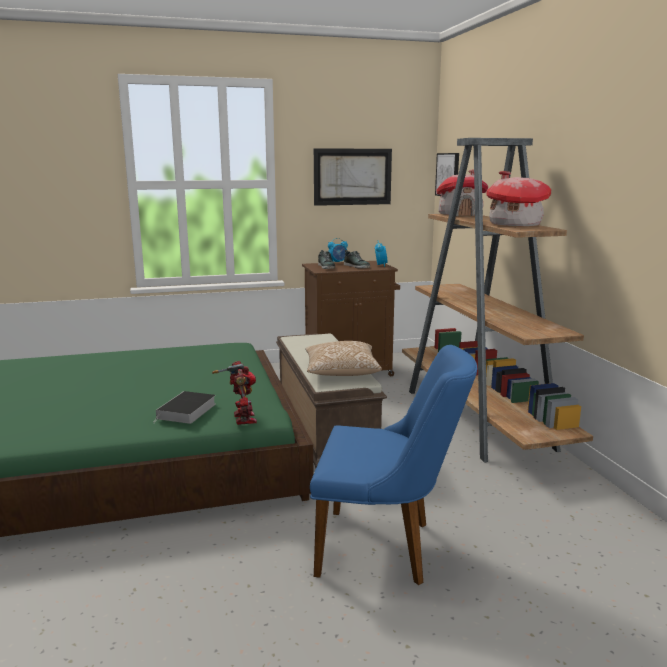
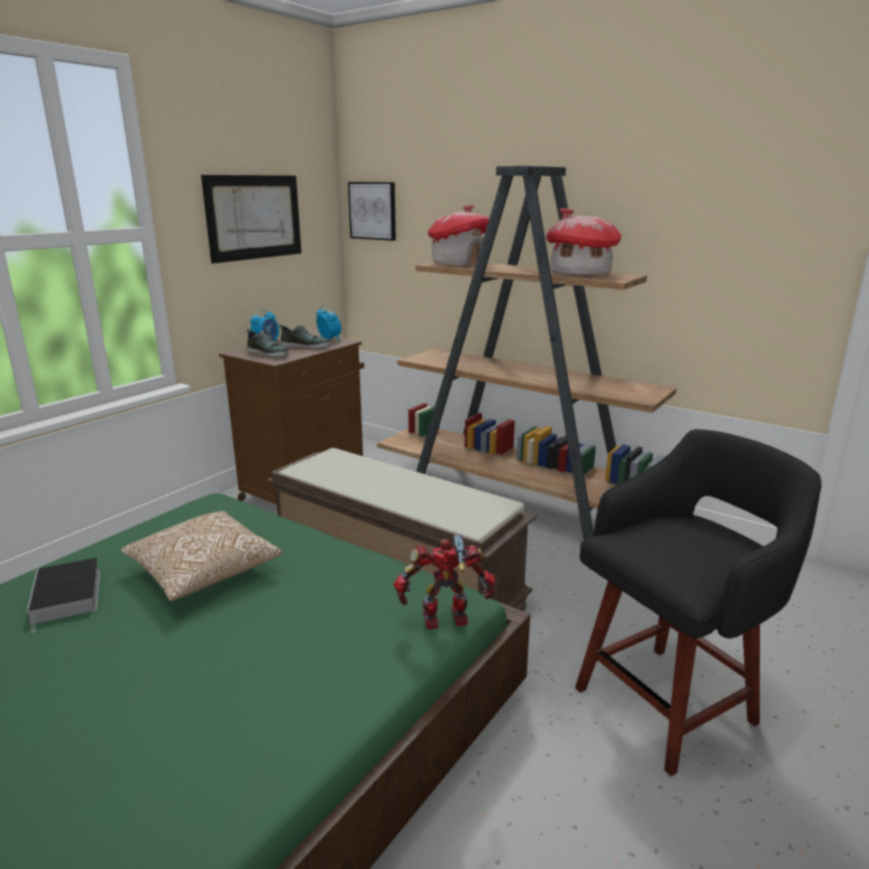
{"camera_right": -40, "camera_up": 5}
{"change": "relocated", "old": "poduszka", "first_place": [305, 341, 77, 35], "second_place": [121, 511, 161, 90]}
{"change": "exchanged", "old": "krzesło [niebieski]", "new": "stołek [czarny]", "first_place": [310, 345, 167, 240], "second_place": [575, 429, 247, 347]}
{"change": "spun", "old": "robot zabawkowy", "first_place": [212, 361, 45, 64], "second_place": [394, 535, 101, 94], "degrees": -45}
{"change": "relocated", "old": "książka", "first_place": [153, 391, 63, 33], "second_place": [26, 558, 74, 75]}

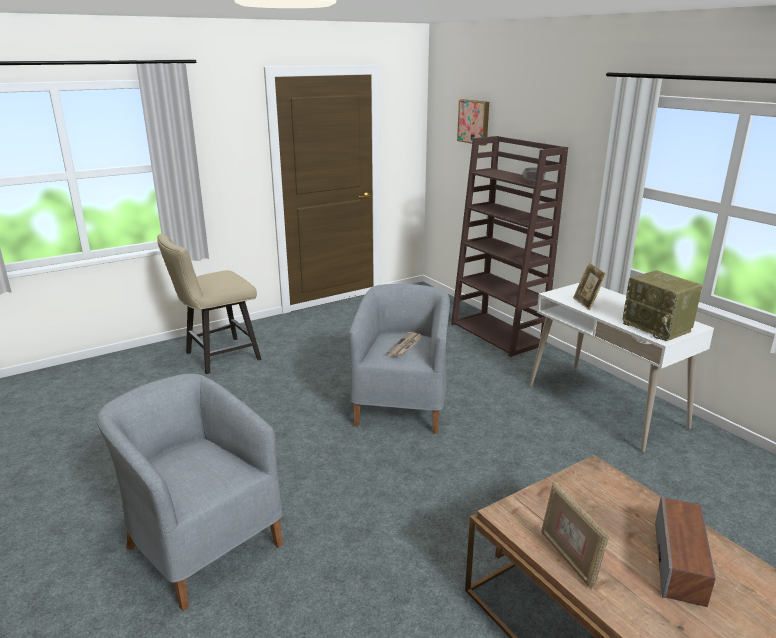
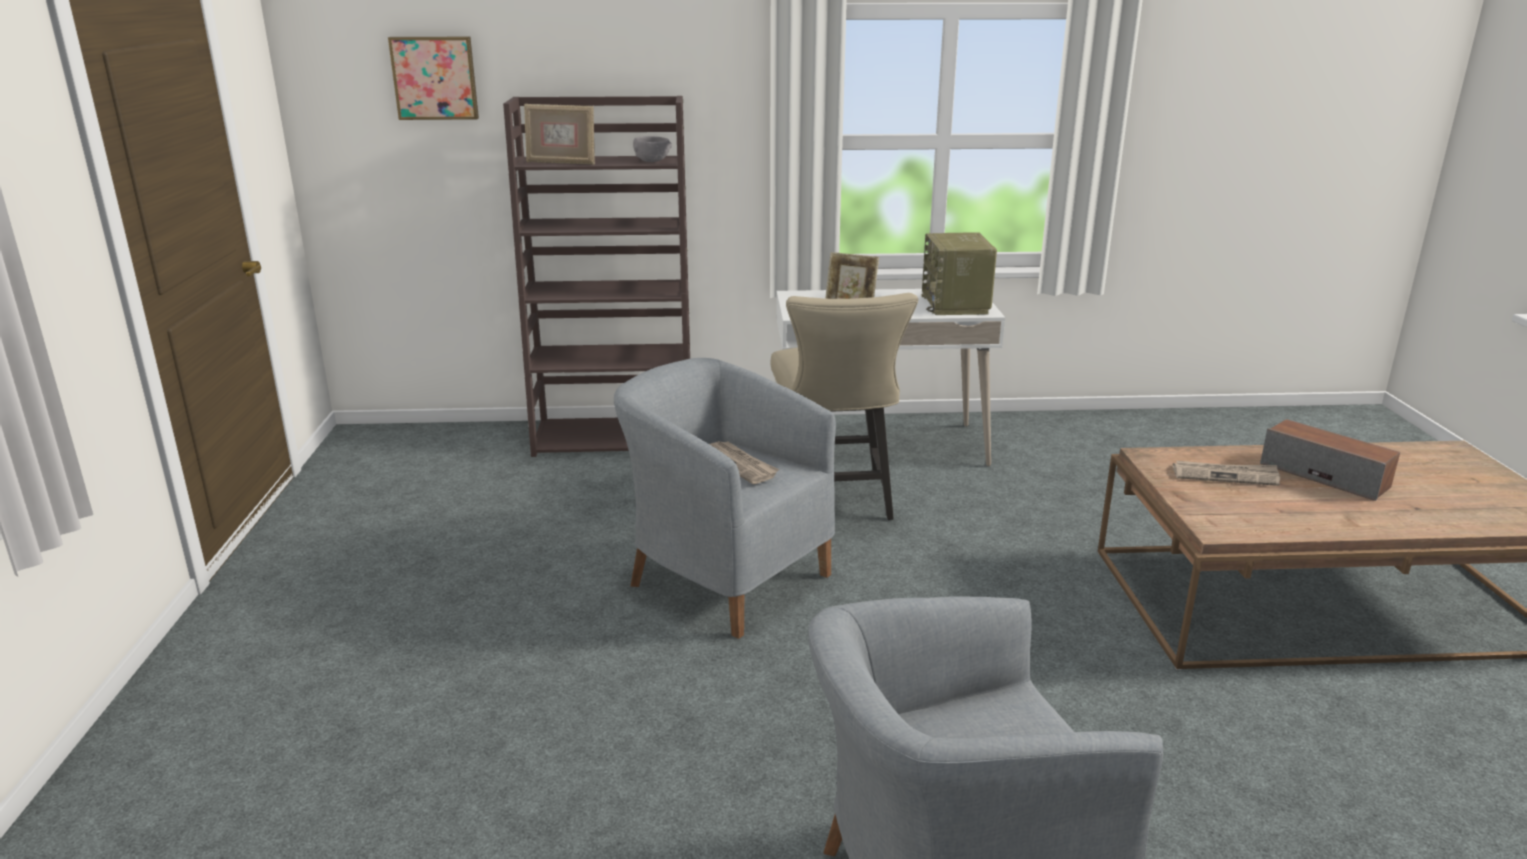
{"camera_right": -60, "camera_up": 0}
{"change": "relocated", "old": "krzesło [beżowy]", "first_place": [157, 234, 104, 140], "second_place": [771, 293, 147, 227]}
{"change": "spun", "old": "radio", "first_place": [623, 270, 79, 71], "second_place": [922, 232, 75, 83], "degrees": 90}
{"change": "relocated", "old": "ramka na zdjęcie", "first_place": [541, 482, 68, 108], "second_place": [524, 104, 71, 61]}
{"change": "appeared", "new": "gazeta", "second_place": [1173, 461, 107, 25]}

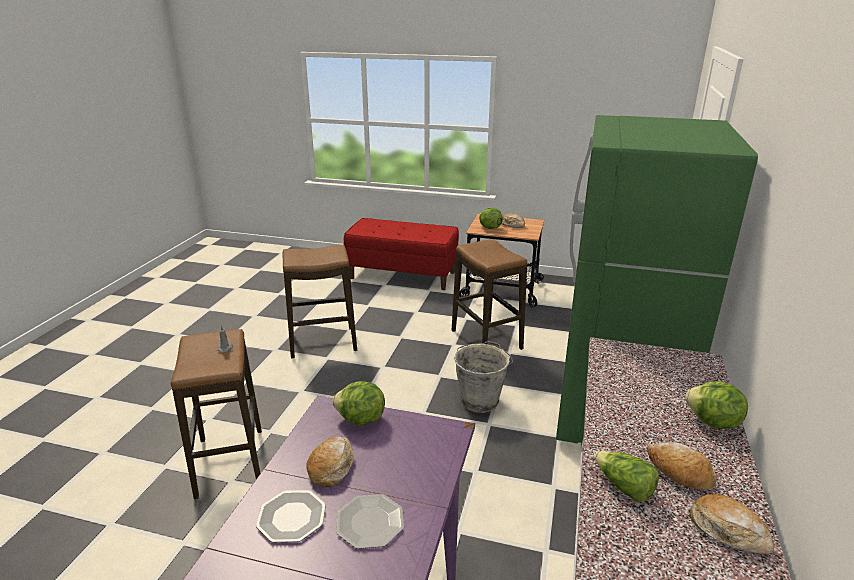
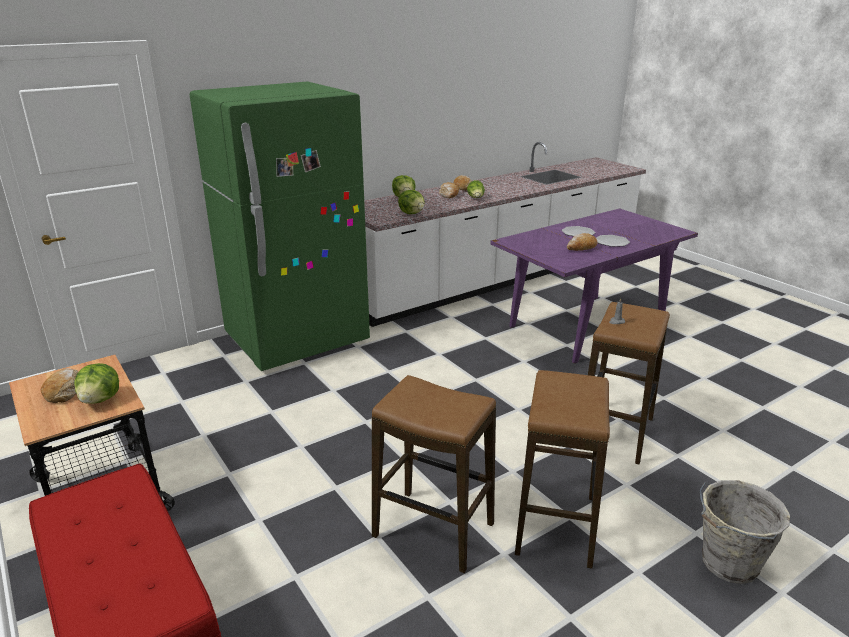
{"camera_right": -140, "camera_up": 0}
{"change": "relocated", "old": "stołek", "first_place": [452, 239, 75, 111], "second_place": [515, 370, 95, 199]}
{"change": "relocated", "old": "wiadro [szary]", "first_place": [454, 341, 59, 72], "second_place": [700, 480, 90, 104]}
{"change": "relocated", "old": "sałata", "first_place": [332, 381, 53, 45], "second_place": [398, 190, 27, 24]}

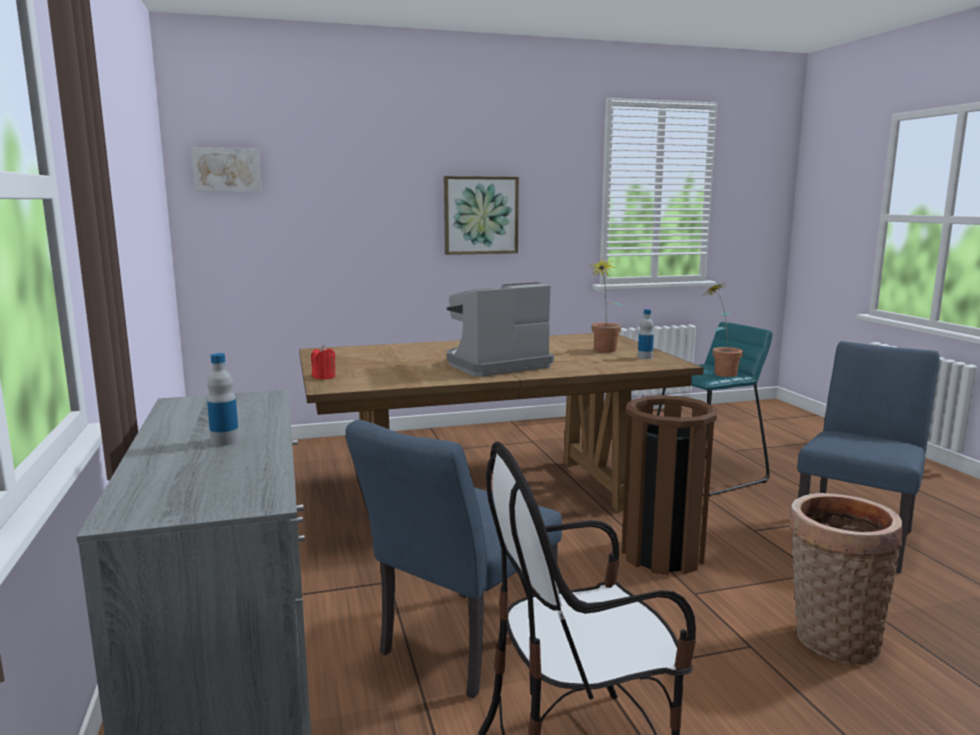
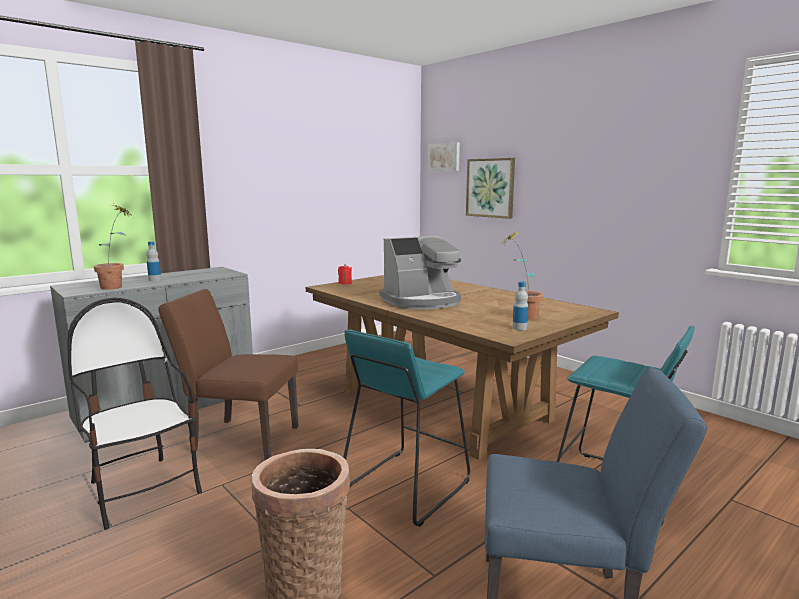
{"camera_right": 65, "camera_up": 0}
{"change": "relocated", "old": "obraz", "first_place": [444, 176, 75, 79], "second_place": [466, 158, 49, 61]}
{"change": "spun", "old": "ekspres do kawy", "first_place": [447, 282, 107, 95], "second_place": [379, 236, 82, 73], "degrees": 120}
{"change": "relocated", "old": "roślina doniczkowa", "first_place": [706, 283, 37, 94], "second_place": [94, 204, 39, 86]}
{"change": "exchanged", "old": "kosz na śmieci [brązowy]", "new": "stołek [turkusowy]", "first_place": [622, 395, 95, 180], "second_place": [343, 330, 127, 197]}
{"change": "colour", "old": "krzesło [niebieski]", "new": "krzesło [brązowy]", "first_place": [345, 420, 217, 279], "second_place": [158, 289, 140, 171]}

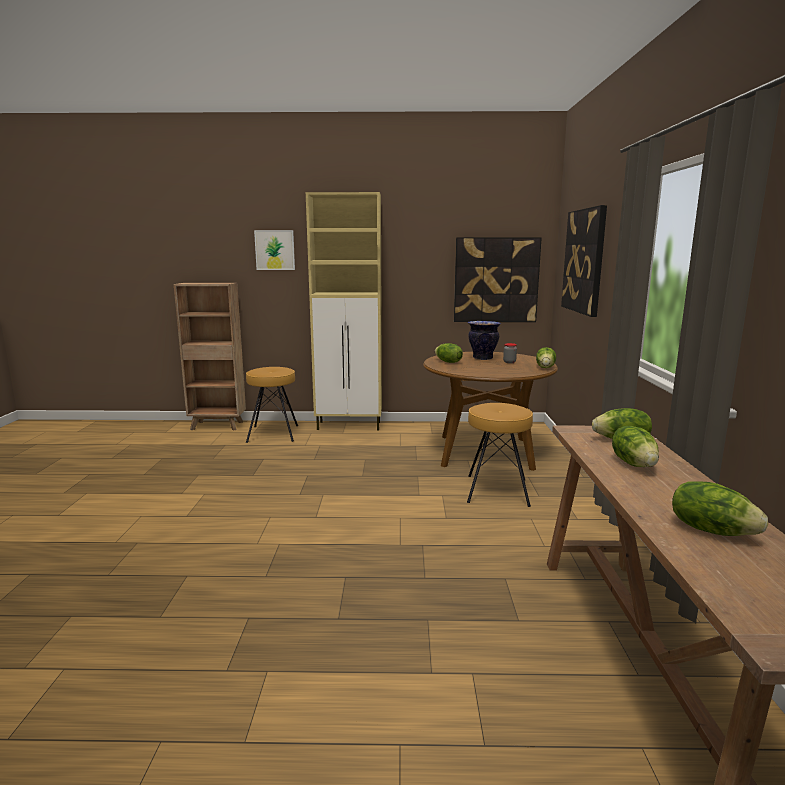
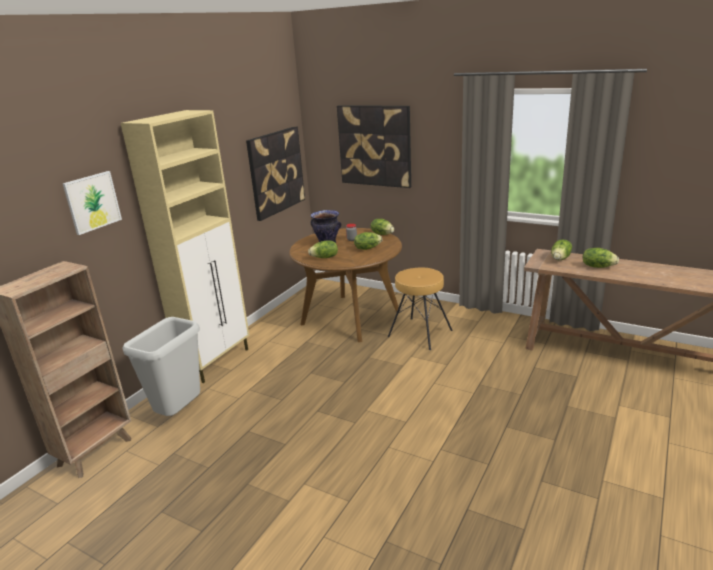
{"camera_right": -60, "camera_up": 10}
{"change": "exchanged", "old": "stołek [brązowy]", "new": "kosz na śmieci [szary]", "first_place": [246, 367, 52, 76], "second_place": [122, 317, 78, 99]}
{"change": "relocated", "old": "sałata", "first_place": [672, 481, 96, 55], "second_place": [354, 232, 28, 18]}

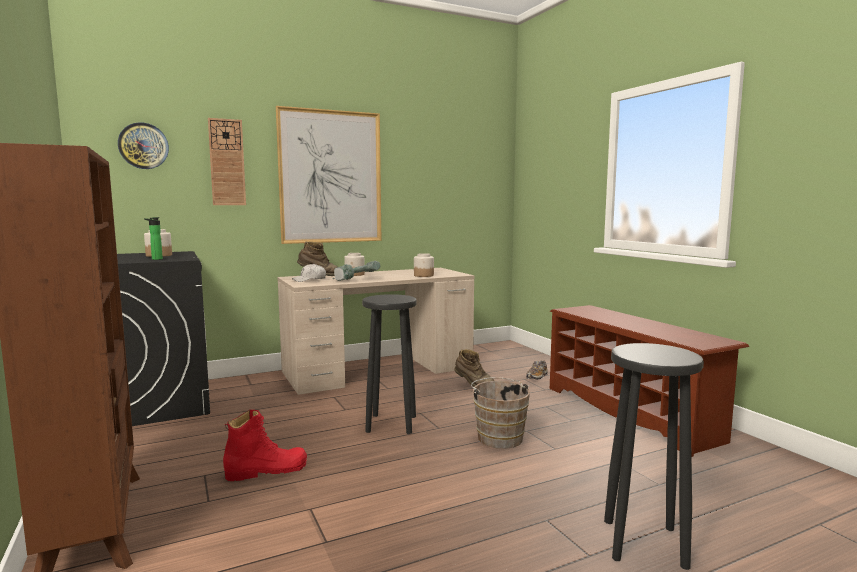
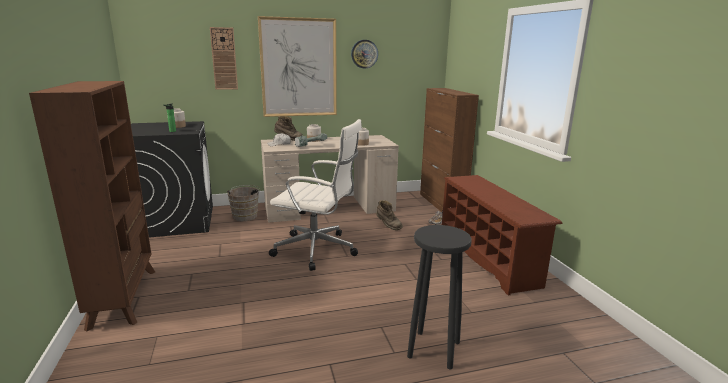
{"camera_right": 10, "camera_up": 10}
{"change": "relocated", "old": "zegar ścienny", "first_place": [118, 122, 51, 47], "second_place": [351, 40, 27, 28]}
{"change": "exchanged", "old": "stołek [czarny]", "new": "krzesło biurowe [biały]", "first_place": [362, 294, 55, 140], "second_place": [269, 119, 93, 152]}
{"change": "relocated", "old": "wiadro [brązowy]", "first_place": [471, 377, 59, 72], "second_place": [227, 185, 34, 36]}
{"change": "missing", "old": "but z cholewką [czerwony]", "first_place": [223, 410, 84, 71]}
{"change": "appeared", "new": "szafka [brązowy]", "second_place": [420, 88, 59, 124]}

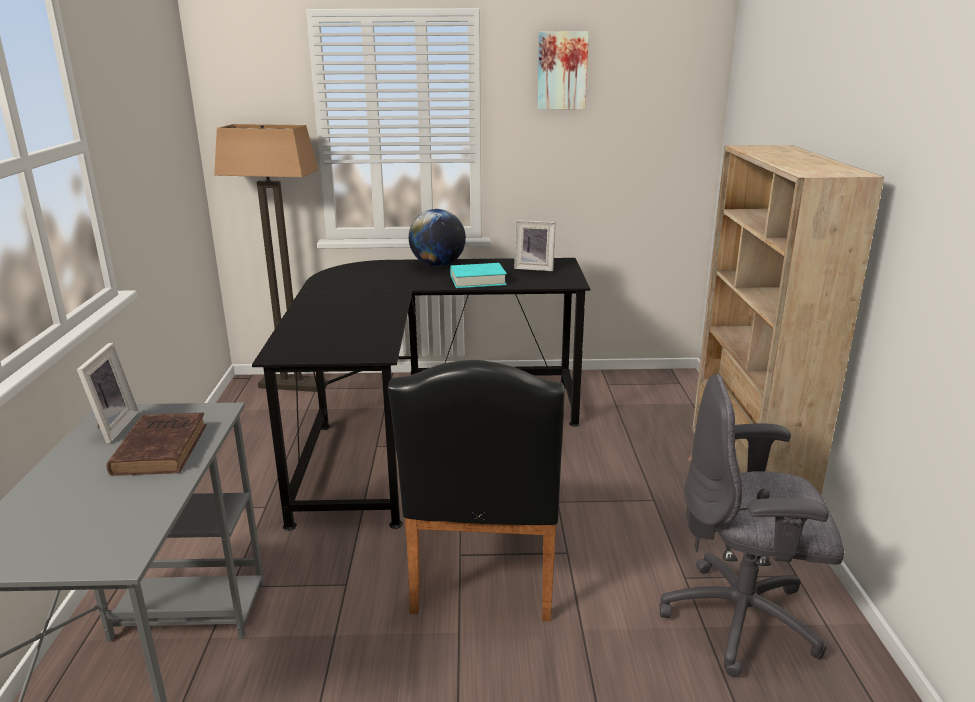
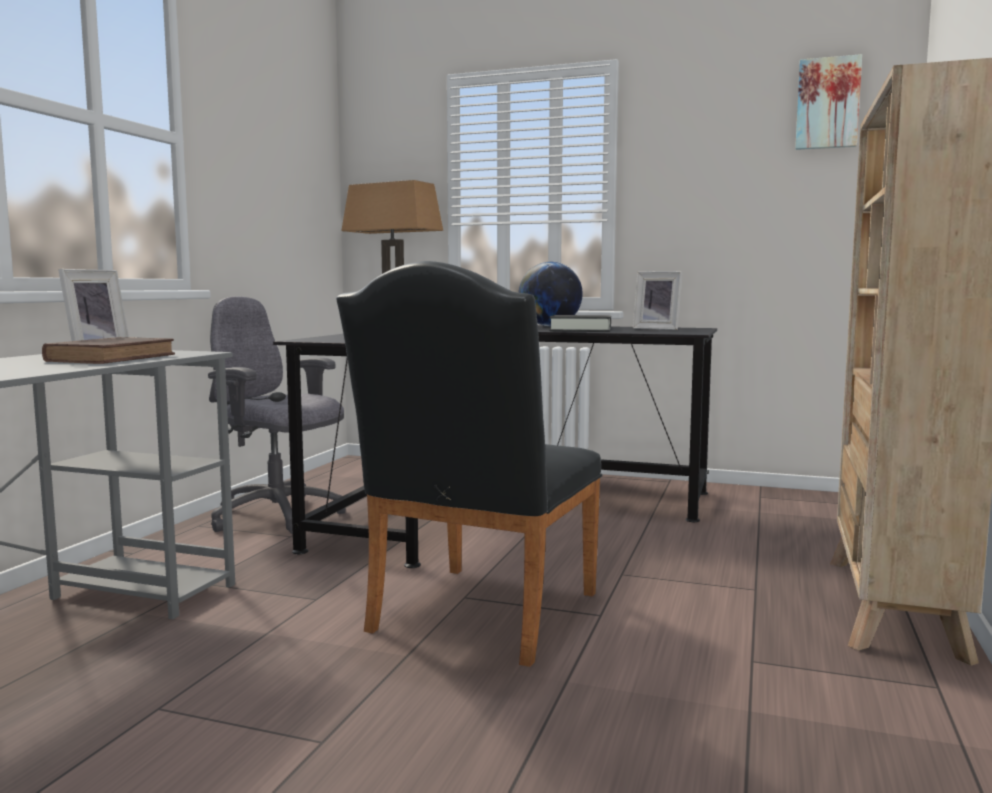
{"camera_right": 20, "camera_up": -15}
{"change": "relocated", "old": "obraz", "first_place": [537, 31, 52, 79], "second_place": [795, 54, 67, 96]}
{"change": "colour", "old": "książka [turkusowy]", "new": "książka [czarny]", "first_place": [450, 263, 57, 25], "second_place": [549, 315, 62, 17]}
{"change": "relocated", "old": "krzesło biurowe [szary]", "first_place": [660, 374, 184, 303], "second_place": [208, 296, 137, 238]}

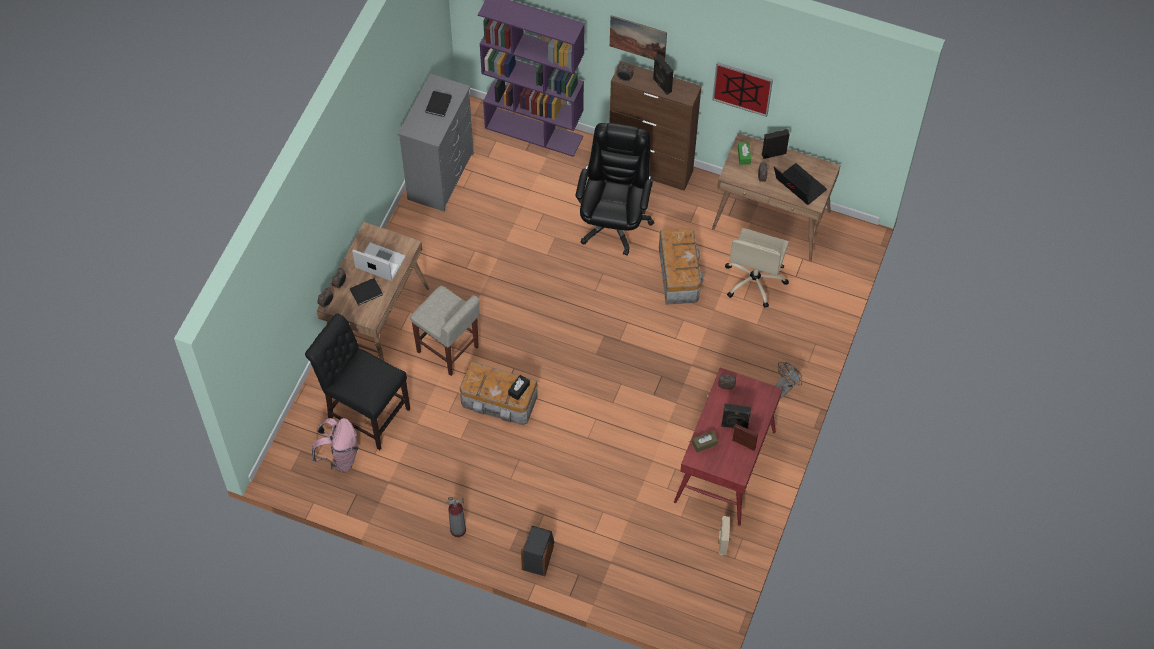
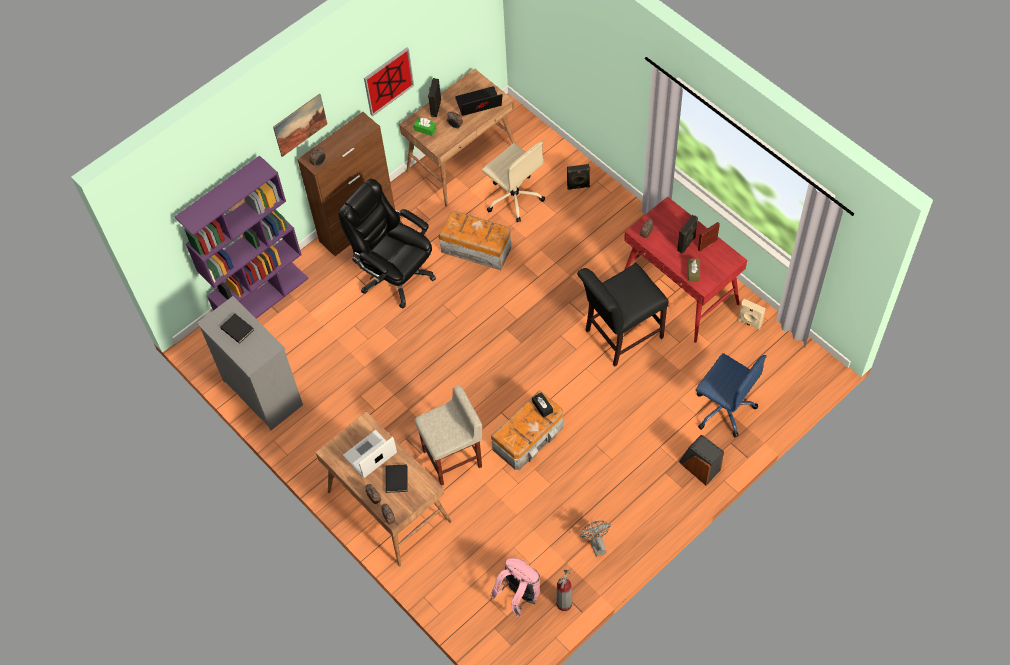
{"camera_right": -60, "camera_up": 0}
{"change": "relocated", "old": "głośnik [czarny]", "first_place": [653, 54, 20, 41], "second_place": [567, 164, 23, 26]}
{"change": "relocated", "old": "krzesło [czarny]", "first_place": [305, 313, 105, 137], "second_place": [577, 262, 92, 105]}
{"change": "relocated", "old": "wentylator [szary]", "first_place": [775, 362, 27, 37], "second_place": [580, 521, 31, 36]}
{"change": "relocated", "old": "gaśnica", "first_place": [445, 497, 21, 40], "second_place": [557, 570, 15, 41]}
{"change": "appeared", "new": "krzesło biurowe [niebieski]", "second_place": [696, 353, 71, 84]}

